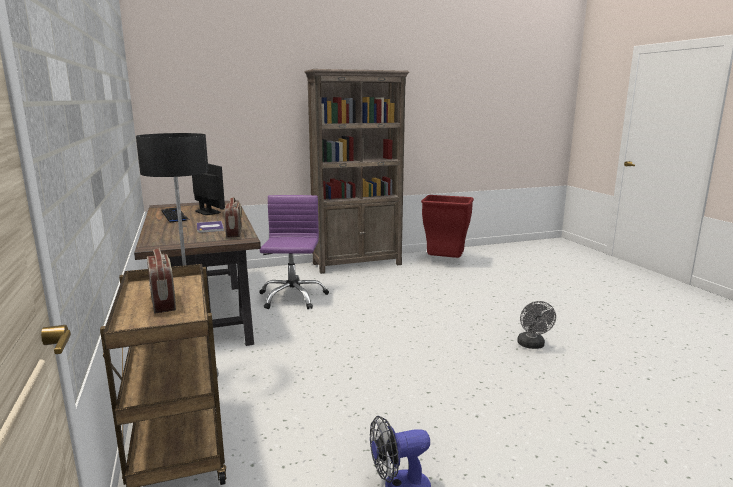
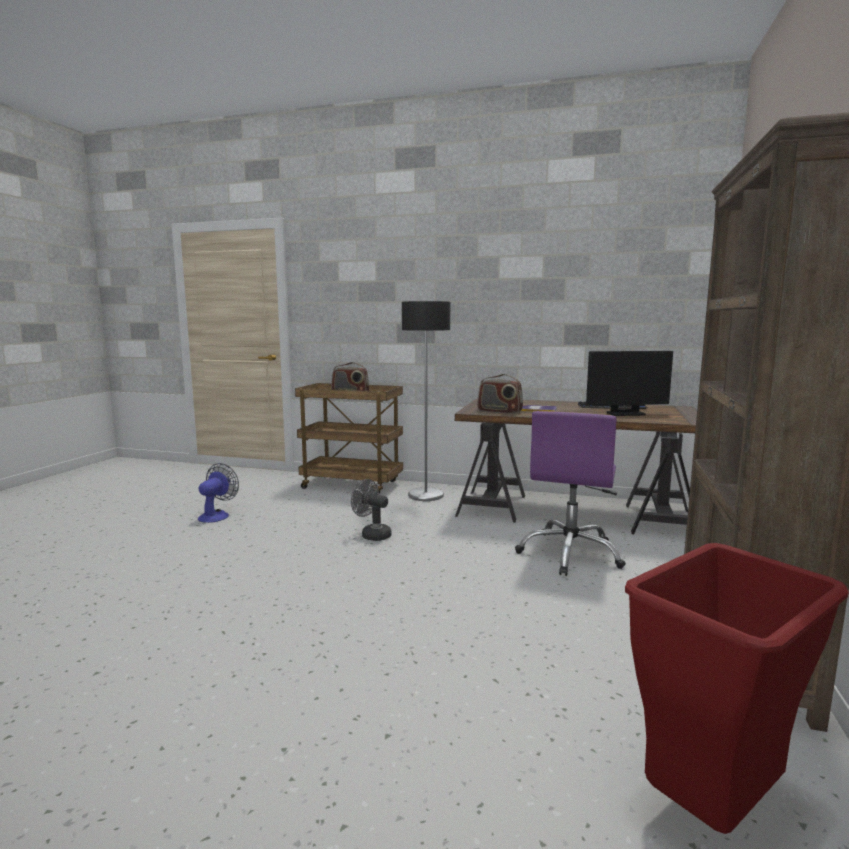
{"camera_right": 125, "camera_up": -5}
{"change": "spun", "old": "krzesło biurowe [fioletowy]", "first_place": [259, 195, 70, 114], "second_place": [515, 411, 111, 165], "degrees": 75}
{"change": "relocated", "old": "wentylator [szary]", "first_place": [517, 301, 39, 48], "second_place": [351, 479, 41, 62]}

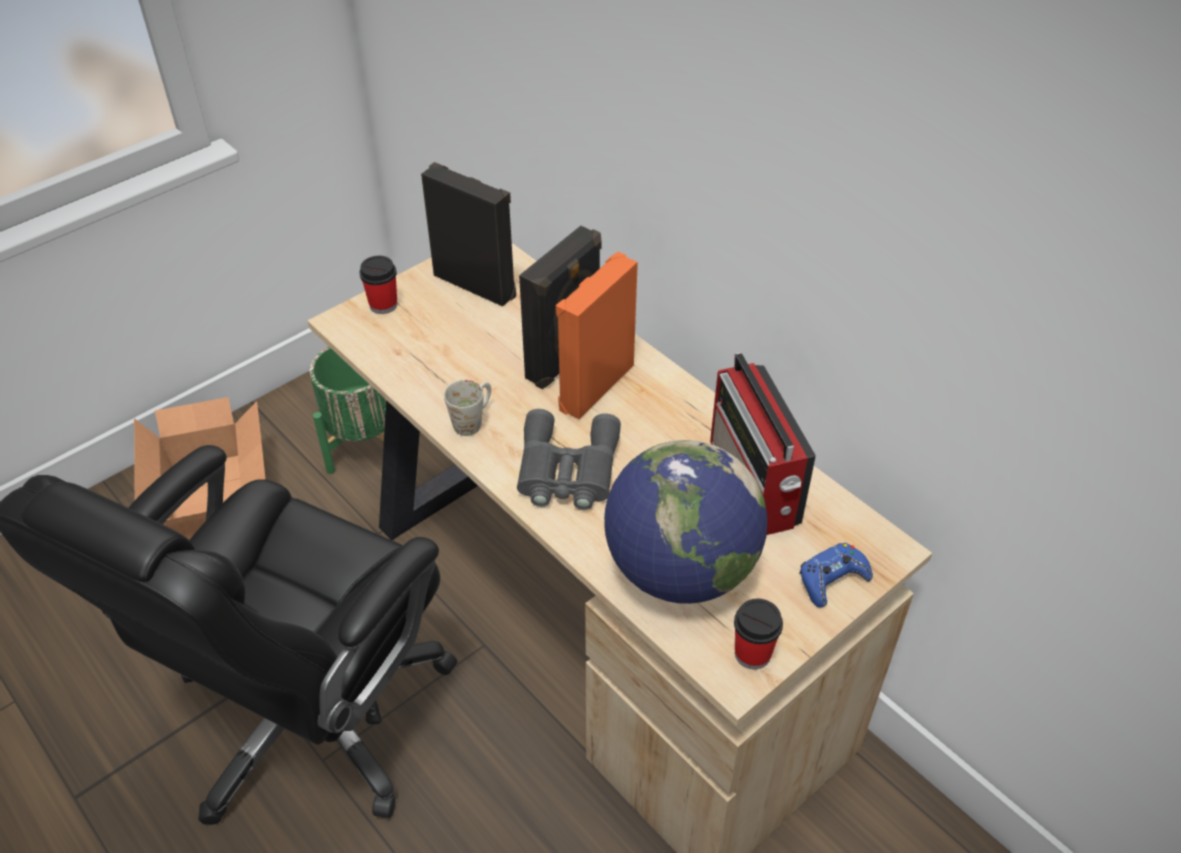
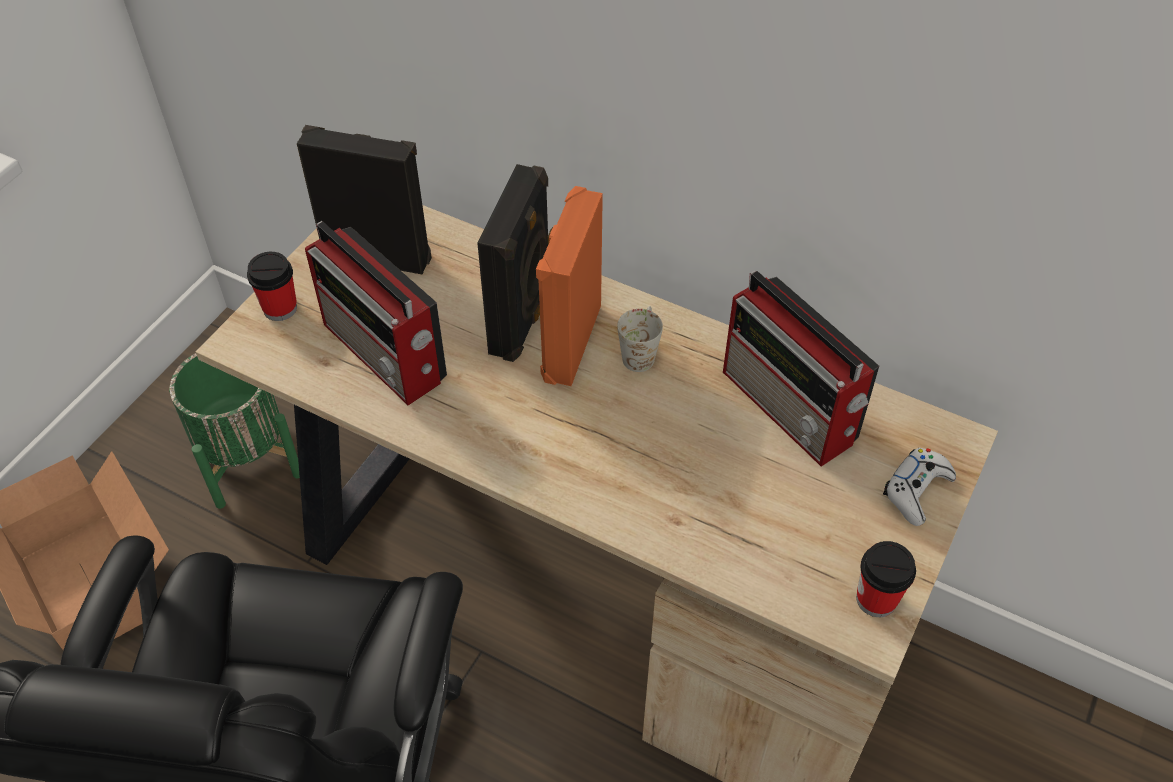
{"camera_right": -20, "camera_up": 5}
{"change": "relocated", "old": "kubek [biały]", "first_place": [444, 380, 47, 56], "second_place": [617, 306, 46, 66]}
{"change": "missing", "old": "lornetka [szary]", "first_place": [517, 409, 104, 101]}
{"change": "missing", "old": "globus", "first_place": [604, 440, 163, 164]}
{"change": "colour", "old": "pad do gier [niebieski]", "new": "pad do gier [biały]", "first_place": [799, 543, 74, 64], "second_place": [883, 448, 73, 78]}
{"change": "appeared", "new": "radio", "second_place": [305, 221, 142, 184]}

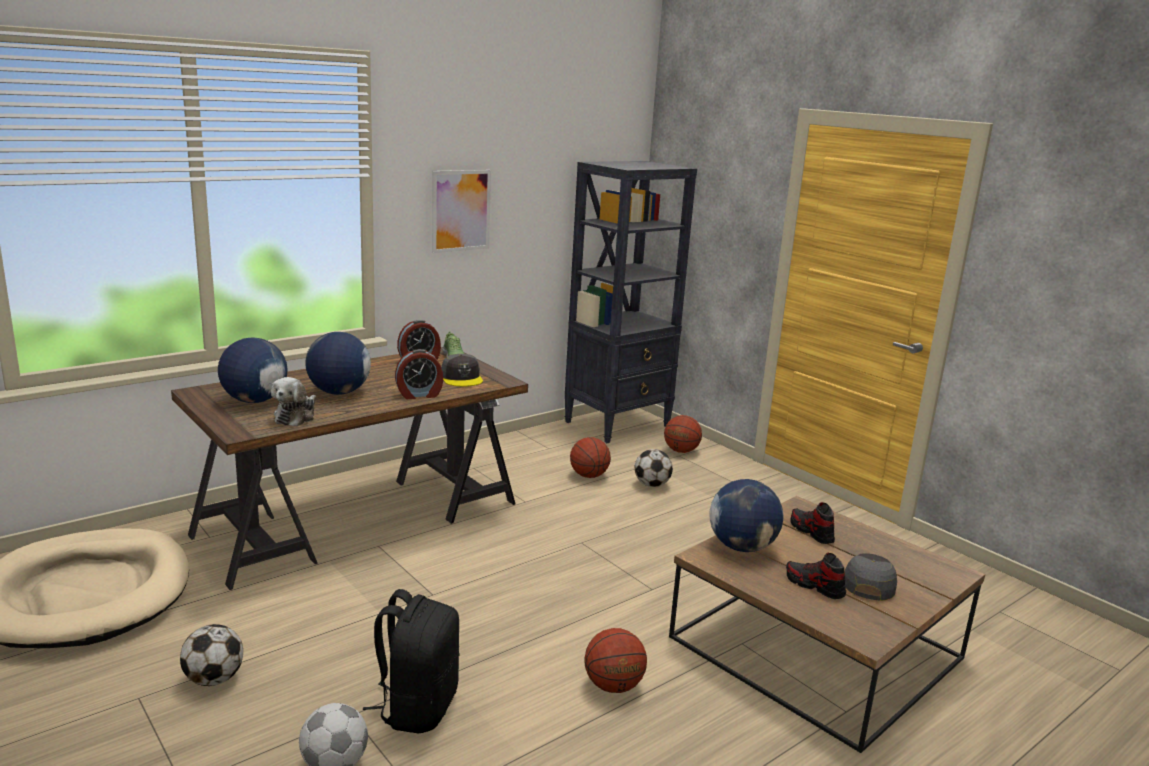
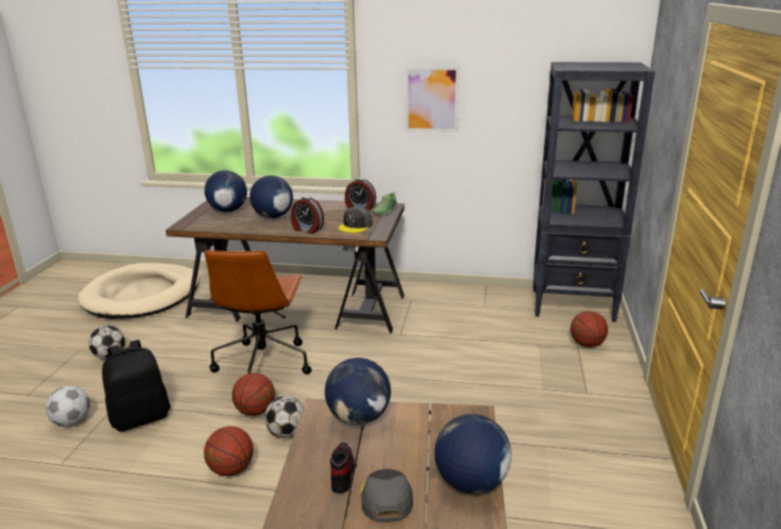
{"camera_right": 50, "camera_up": 5}
{"change": "missing", "old": "pluszak", "first_place": [271, 377, 45, 49]}
{"change": "relocated", "old": "piłka do koszykówki", "first_place": [570, 437, 41, 41], "second_place": [232, 373, 43, 43]}
{"change": "relocated", "old": "piłka futbolowa", "first_place": [635, 449, 38, 38], "second_place": [265, 396, 39, 42]}
{"change": "missing", "old": "but", "first_place": [790, 502, 45, 42]}
{"change": "spun", "old": "czapka z daszkiem [szary]", "first_place": [845, 553, 52, 48], "second_place": [361, 469, 52, 53], "degrees": -75}
{"change": "appeared", "new": "krzesło biurowe [brązowy]", "second_place": [204, 250, 108, 124]}
{"change": "appeared", "new": "globus", "second_place": [434, 414, 78, 80]}

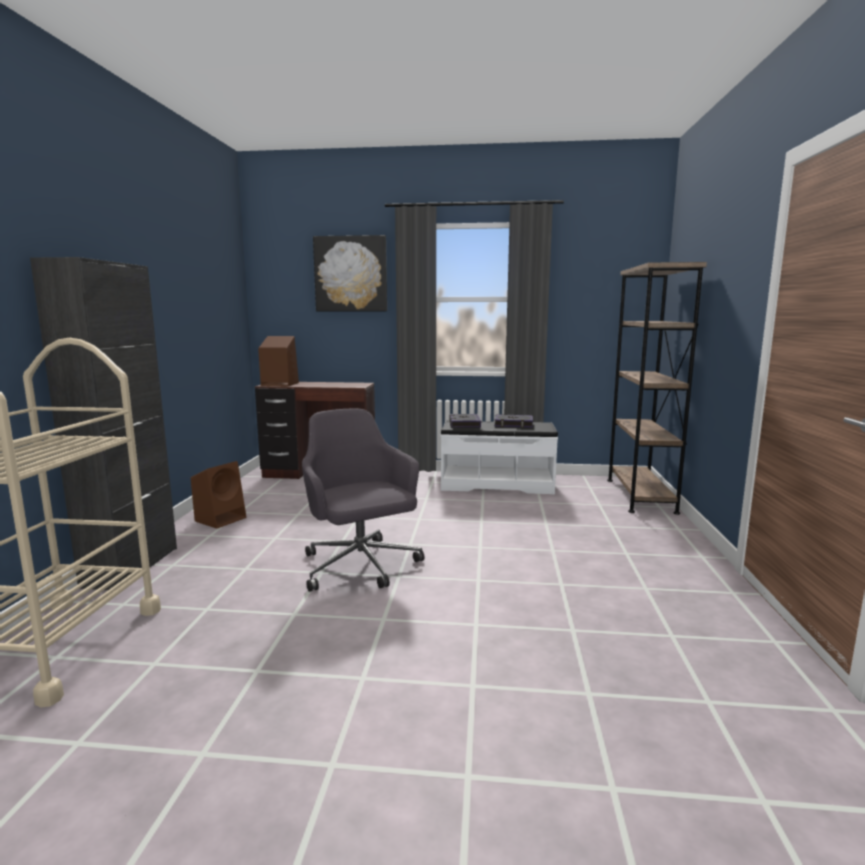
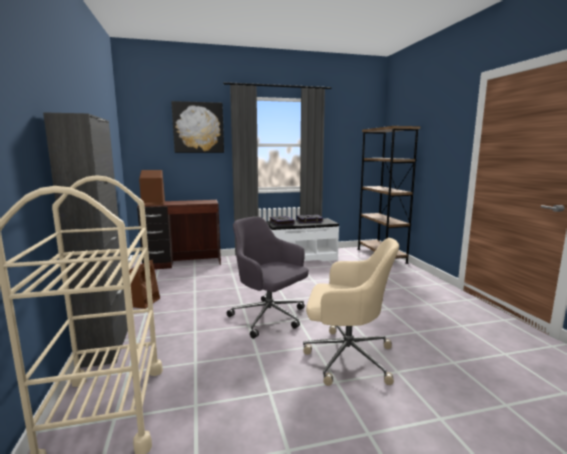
{"camera_right": -20, "camera_up": 0}
{"change": "appeared", "new": "krzesło biurowe [beżowy]", "second_place": [303, 238, 96, 148]}

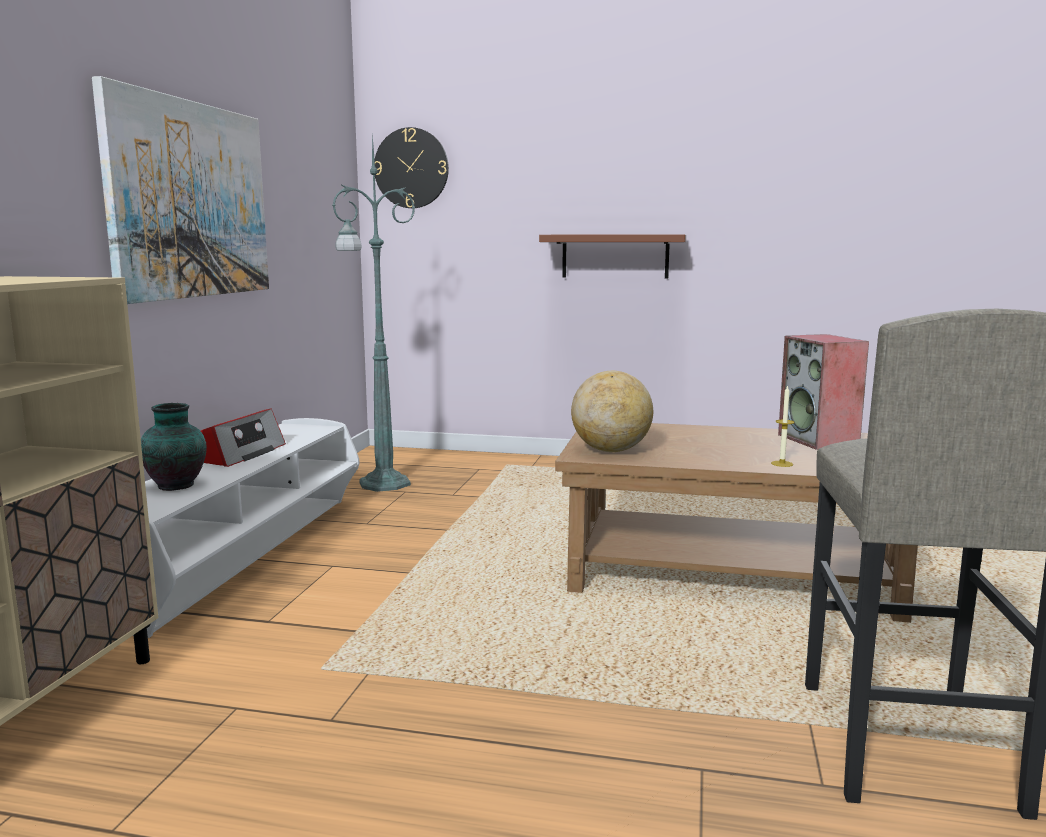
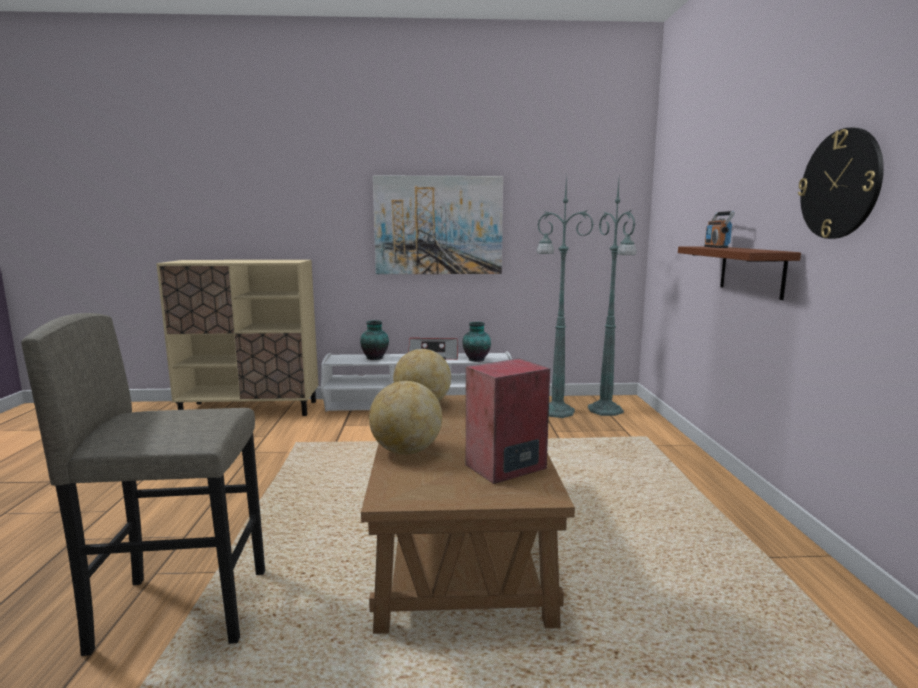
{"camera_right": 75, "camera_up": 0}
{"change": "relocated", "old": "zegar ścienny", "first_place": [375, 127, 74, 81], "second_place": [798, 128, 86, 111]}
{"change": "exchanged", "old": "świeca", "new": "globus", "first_place": [771, 385, 24, 82], "second_place": [369, 381, 73, 74]}
{"change": "appeared", "new": "lampa stojąca [zielony]", "second_place": [588, 181, 48, 235]}
{"change": "appeared", "new": "radio", "second_place": [704, 211, 31, 37]}
{"change": "appeared", "new": "wazon", "second_place": [462, 322, 29, 40]}

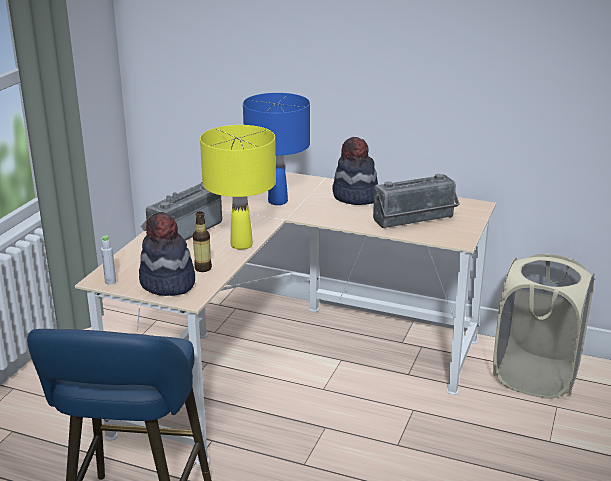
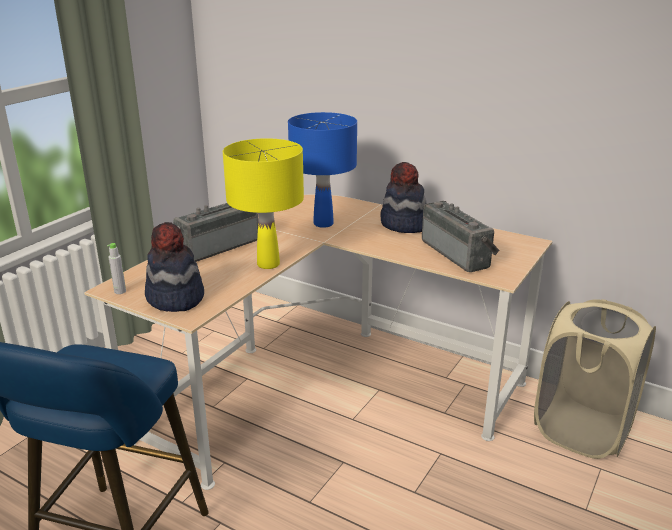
{"camera_right": 10, "camera_up": 0}
{"change": "spun", "old": "radio", "first_place": [373, 174, 87, 55], "second_place": [422, 201, 78, 71], "degrees": -105}
{"change": "missing", "old": "butelka", "first_place": [193, 211, 19, 61]}

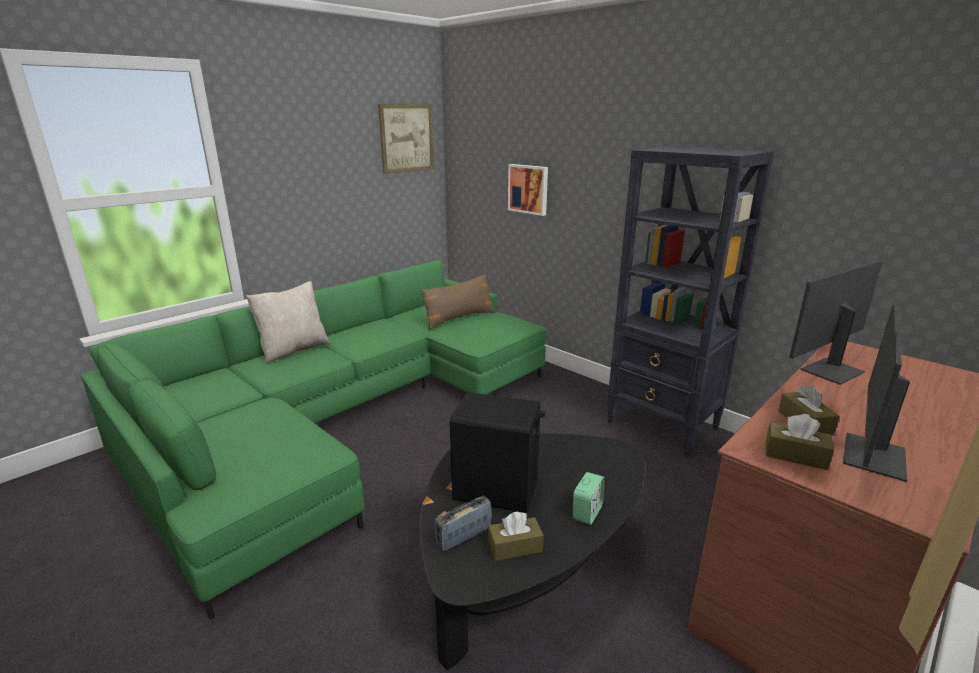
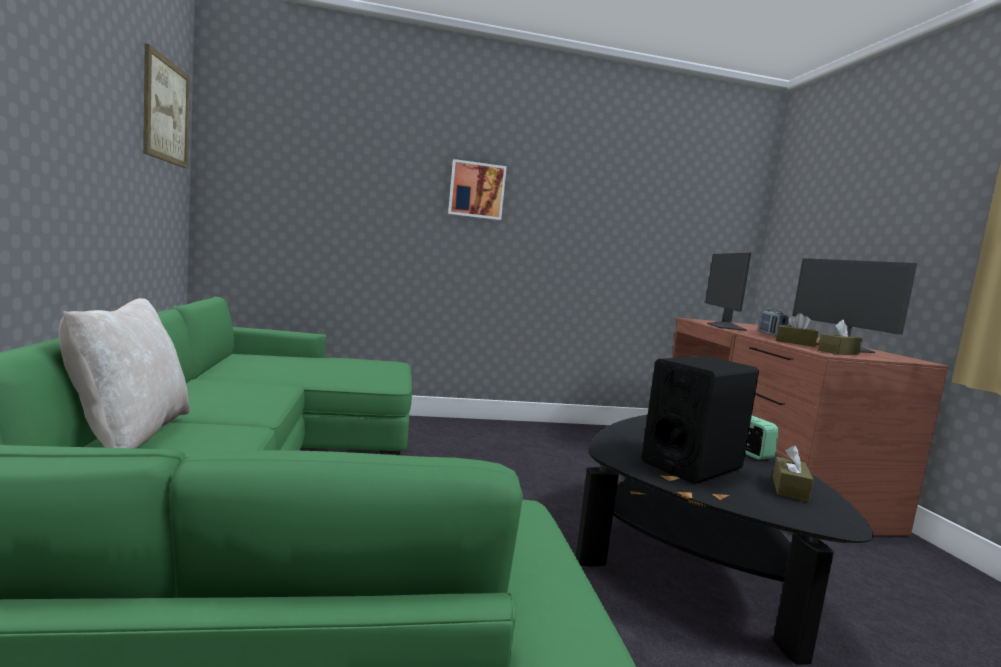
{"camera_right": -55, "camera_up": -15}
{"change": "missing", "old": "regał [czarny]", "first_place": [607, 146, 167, 312]}
{"change": "relocated", "old": "obraz", "first_place": [508, 164, 40, 52], "second_place": [448, 159, 59, 61]}
{"change": "missing", "old": "poduszka [brązowy]", "first_place": [421, 274, 74, 56]}
{"change": "relocated", "old": "radio", "first_place": [435, 495, 57, 57], "second_place": [759, 309, 30, 28]}

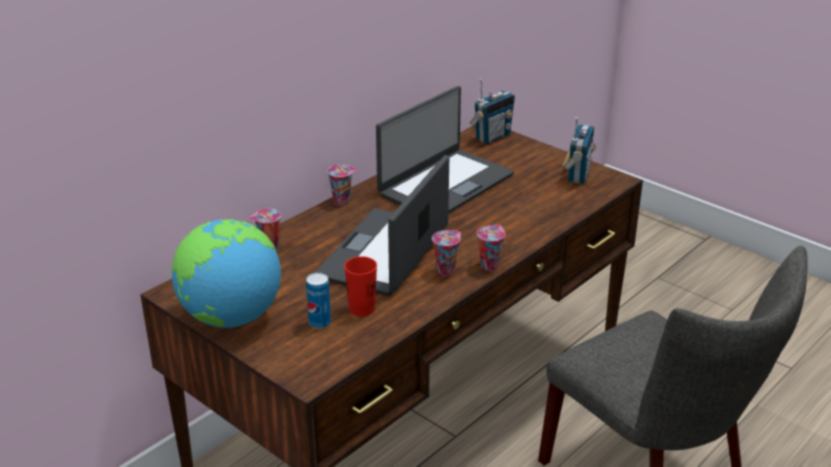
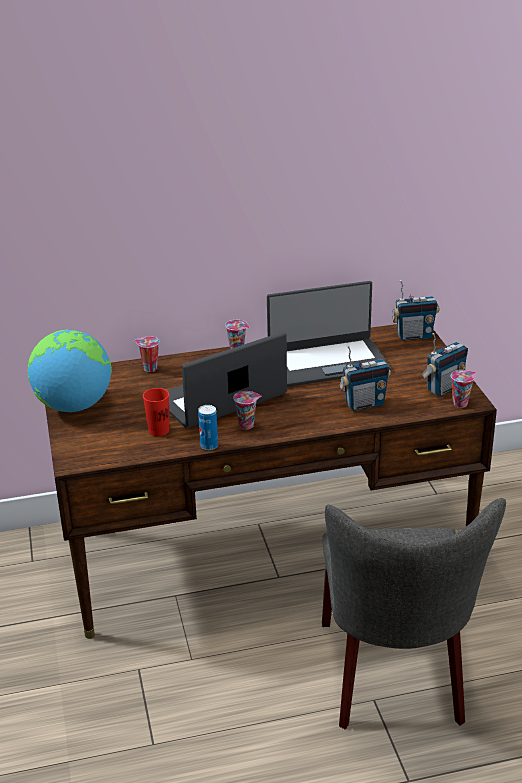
{"camera_right": 35, "camera_up": 0}
{"change": "relocated", "old": "filiżanka", "first_place": [477, 225, 29, 46], "second_place": [451, 370, 25, 38]}
{"change": "relocated", "old": "puszka", "first_place": [306, 273, 25, 56], "second_place": [198, 405, 20, 45]}
{"change": "appeared", "new": "radio", "second_place": [339, 345, 52, 66]}

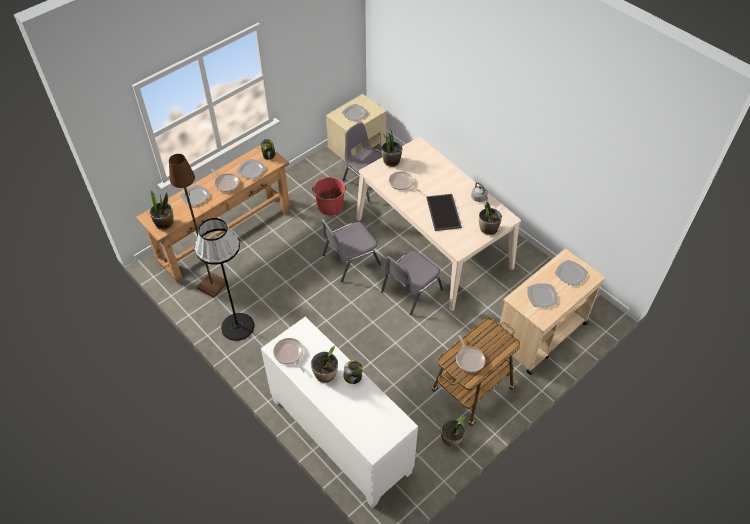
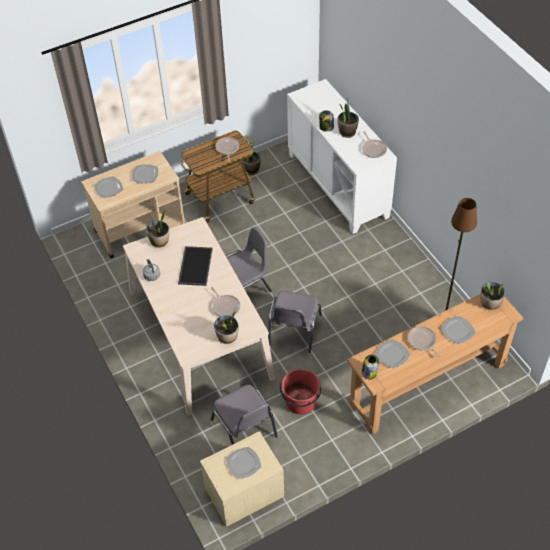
{"camera_right": -165, "camera_up": 0}
{"change": "missing", "old": "lampa stojąca [czarny]", "first_place": [195, 218, 59, 123]}
{"change": "spun", "old": "krzesło [szary]", "first_place": [322, 219, 59, 63], "second_place": [268, 291, 54, 62], "degrees": 120}

